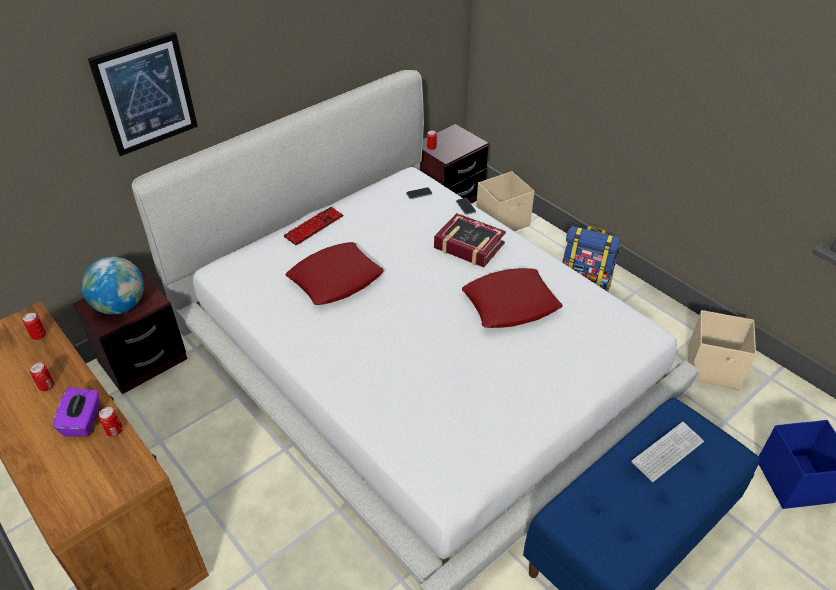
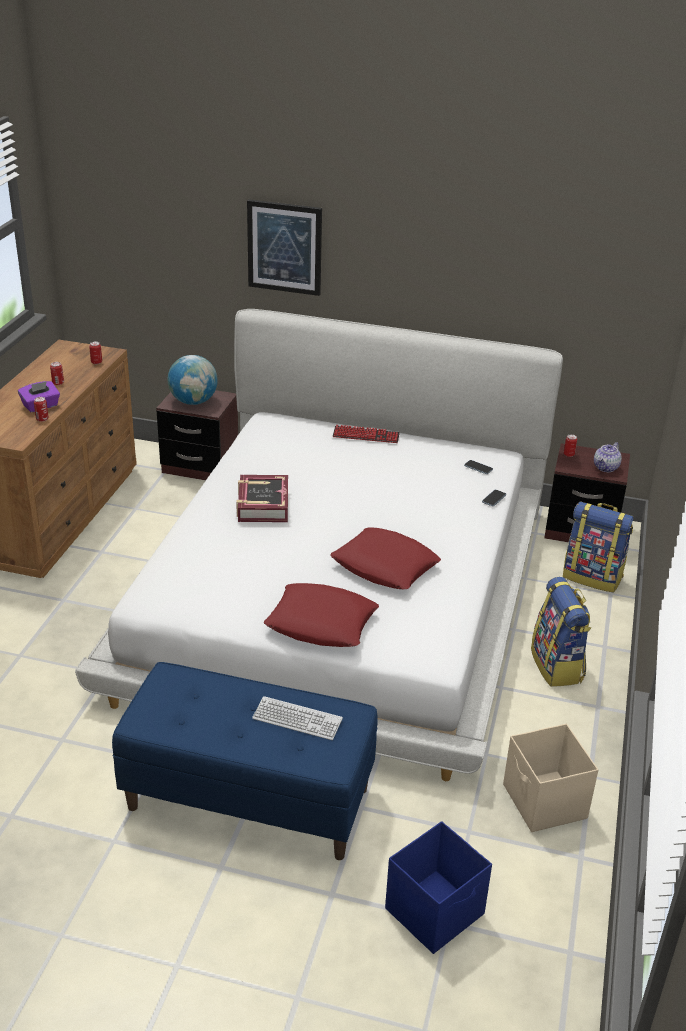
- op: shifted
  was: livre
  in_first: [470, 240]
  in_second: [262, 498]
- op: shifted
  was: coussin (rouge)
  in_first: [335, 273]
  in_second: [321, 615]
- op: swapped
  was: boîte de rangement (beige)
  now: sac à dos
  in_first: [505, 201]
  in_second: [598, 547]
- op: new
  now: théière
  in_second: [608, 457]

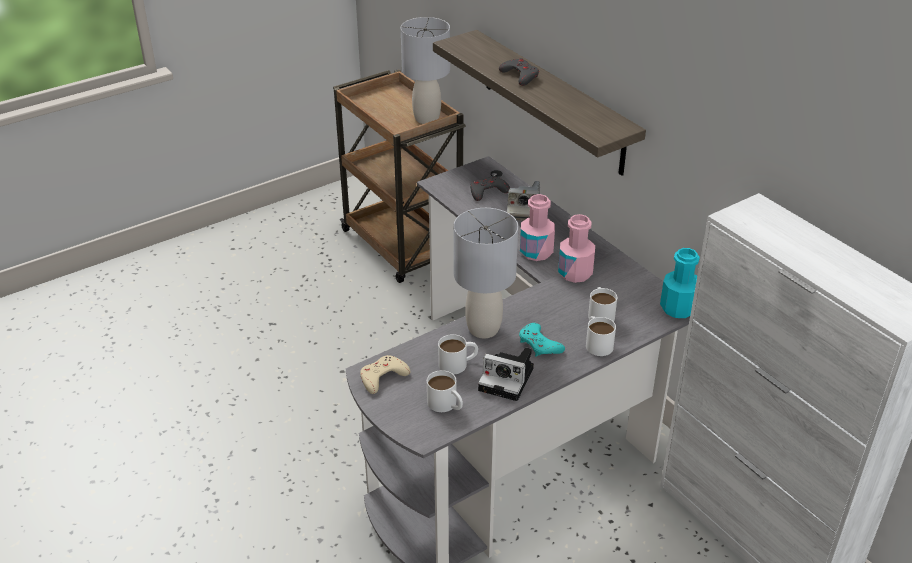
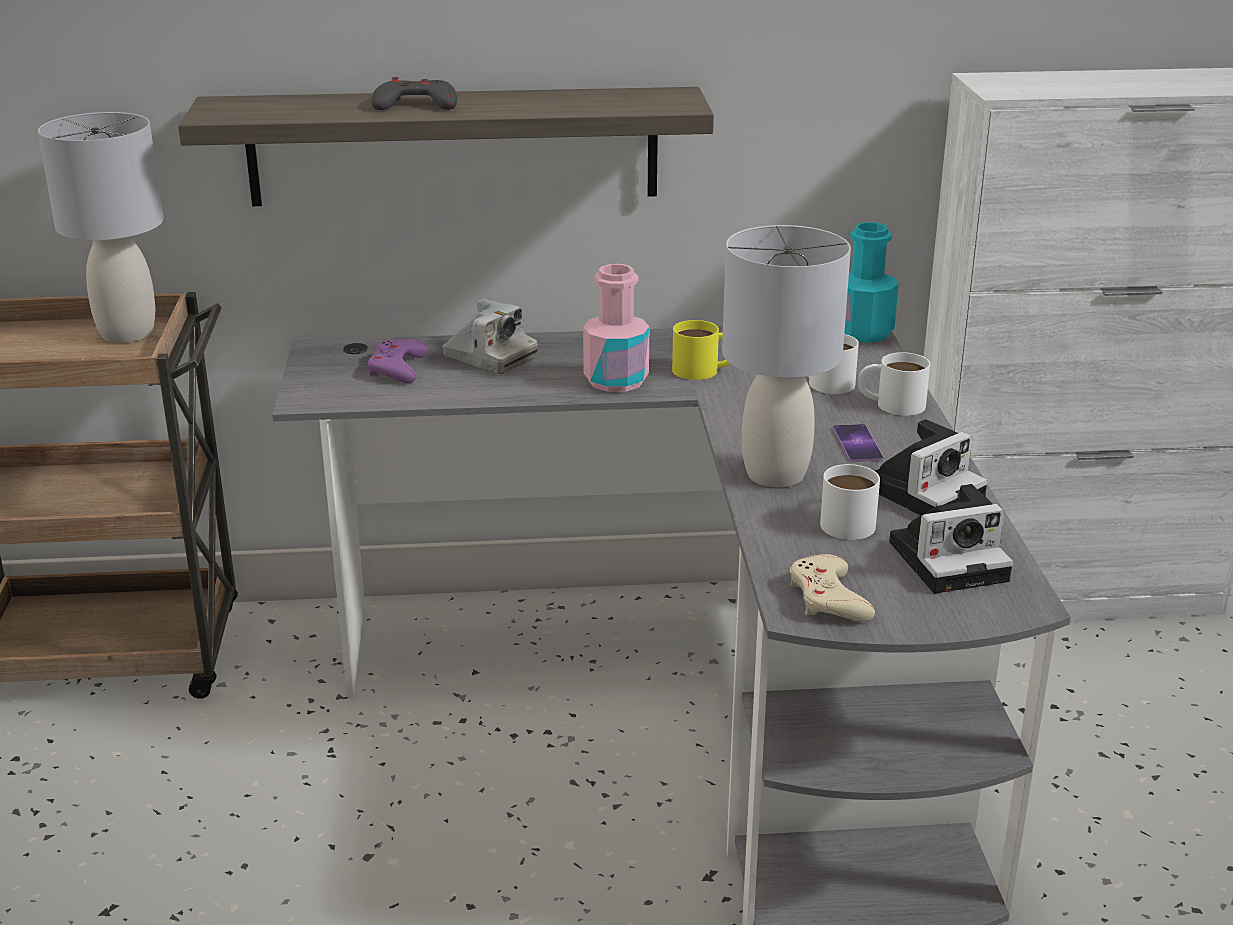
- op: repainted
  was: manette (gris)
  now: manette (violet)
  in_first: [490, 188]
  in_second: [398, 361]
- op: swapped
  was: bouteille (rose)
  now: mug (jaune)
  in_first: [576, 248]
  in_second: [701, 350]
- op: swapped
  was: manette (turquoise)
  now: téléphone
  in_first: [542, 340]
  in_second: [858, 443]
- op: swapped
  was: mug (blanc)
  now: appareil photo
  in_first: [445, 391]
  in_second: [951, 539]

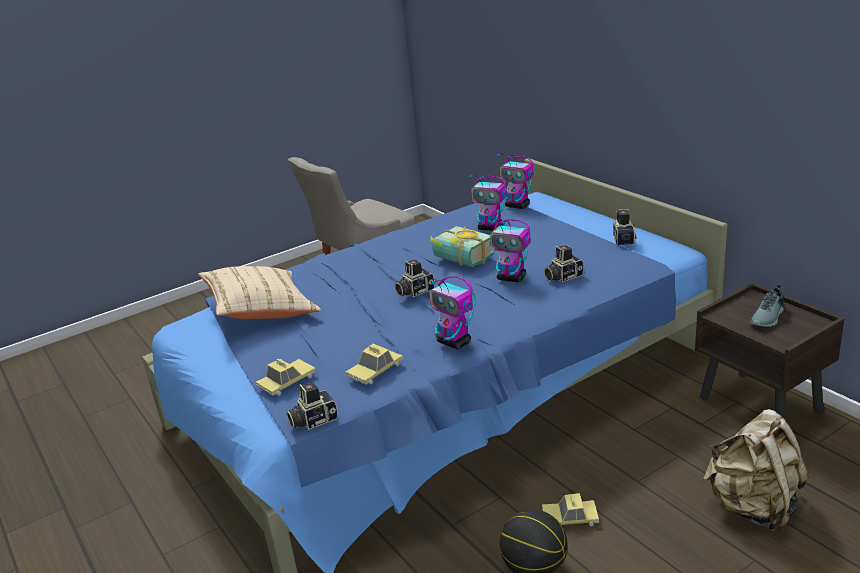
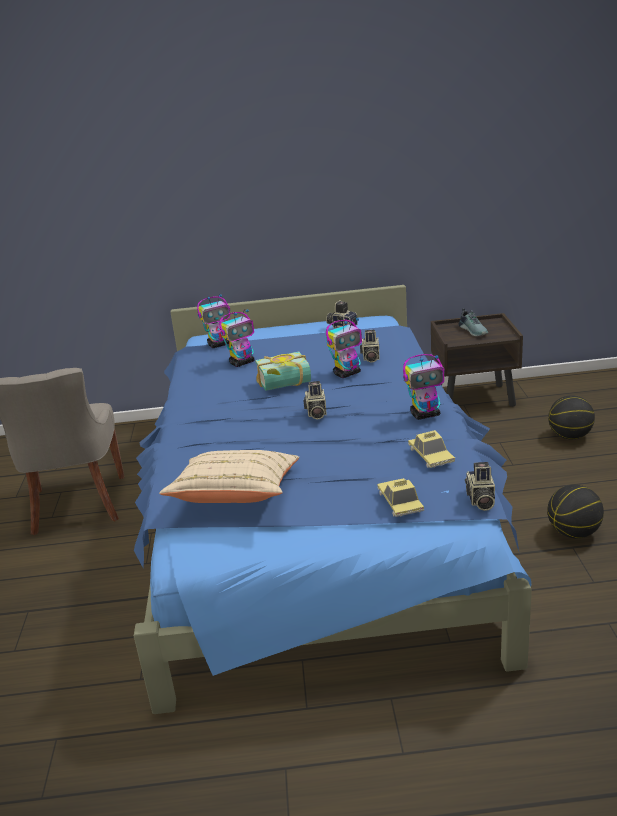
- op: swapped
  was: sac à dos (beige)
  now: ballon de basket
  in_first: [756, 470]
  in_second: [571, 417]
- op: gone
  was: petite voiture
  in_first: [570, 509]

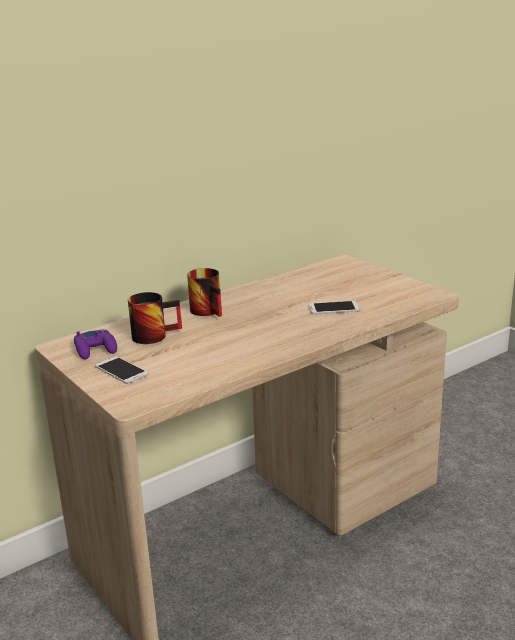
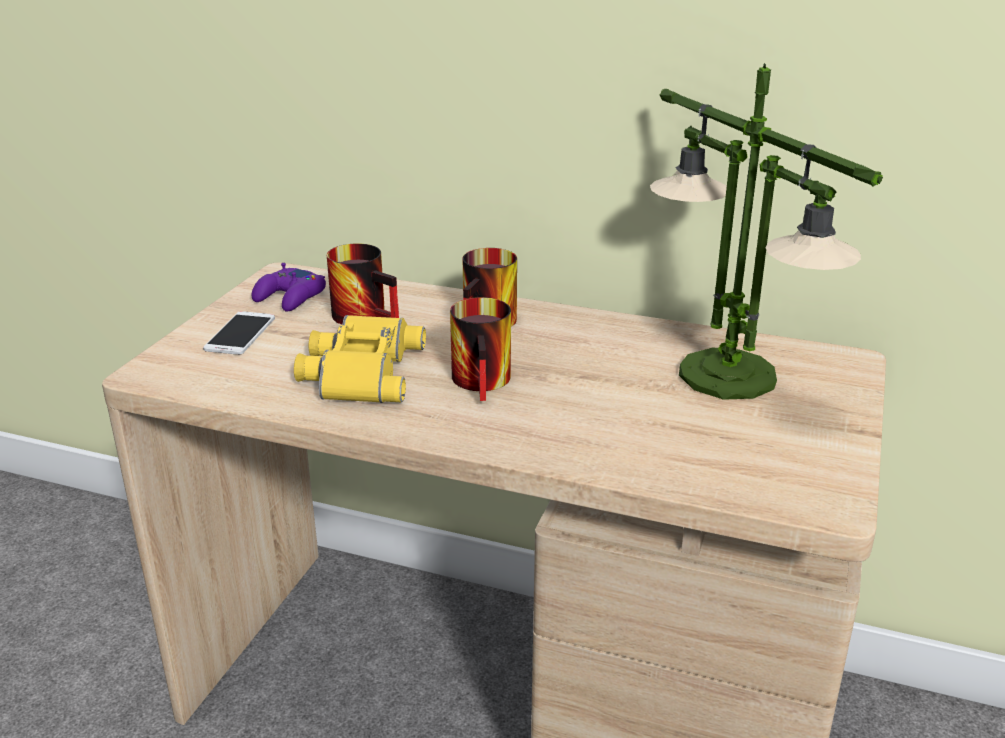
- op: new
  now: jumelles (jaune)
  in_second: [360, 359]
- op: new
  now: mug
  in_second: [480, 349]
- op: new
  now: lampe de table
  in_second: [766, 231]
- op: gone
  was: téléphone
  in_first: [334, 307]

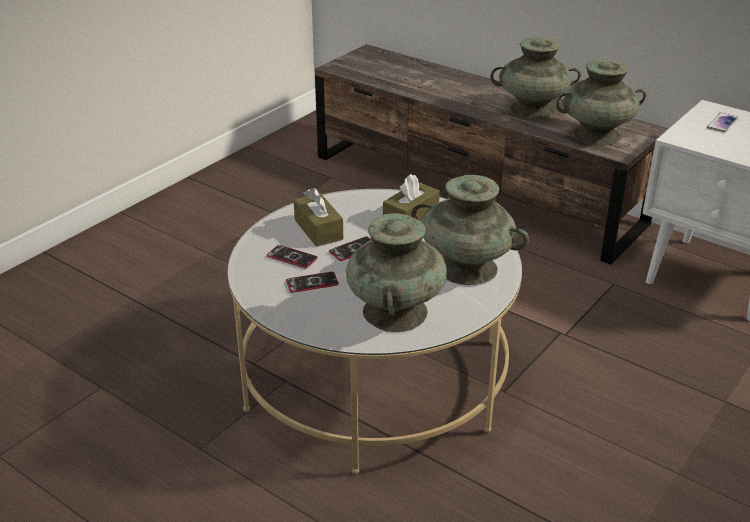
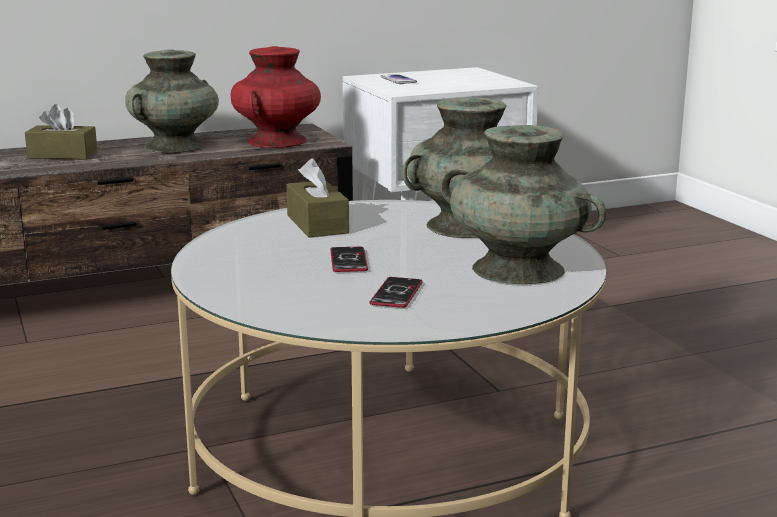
- op: shifted
  was: boîte à mouchoirs (marron)
  in_first: [318, 217]
  in_second: [61, 132]
- op: repainted
  was: vase (turquoise)
  now: vase (rouge)
  in_first: [601, 102]
  in_second: [276, 97]
- op: gone
  was: téléphone
  in_first: [292, 256]

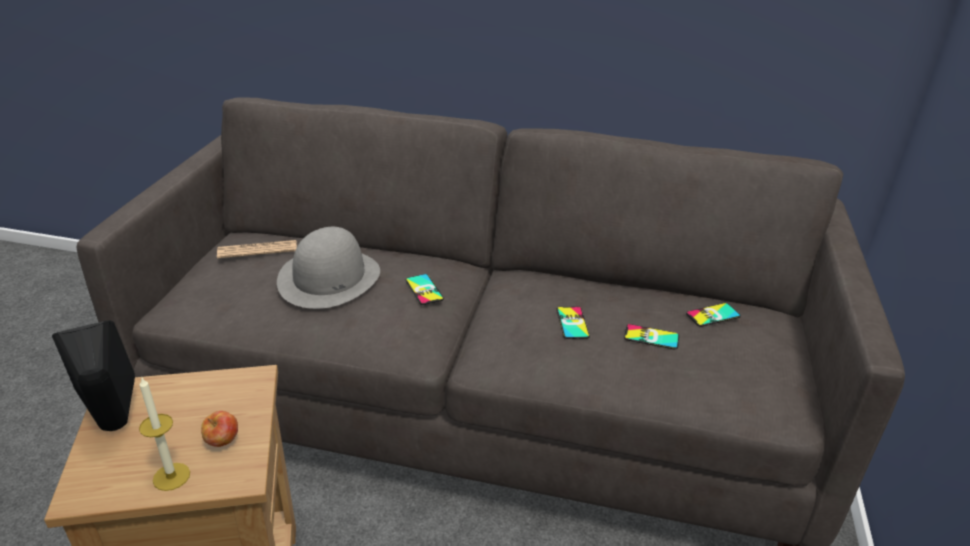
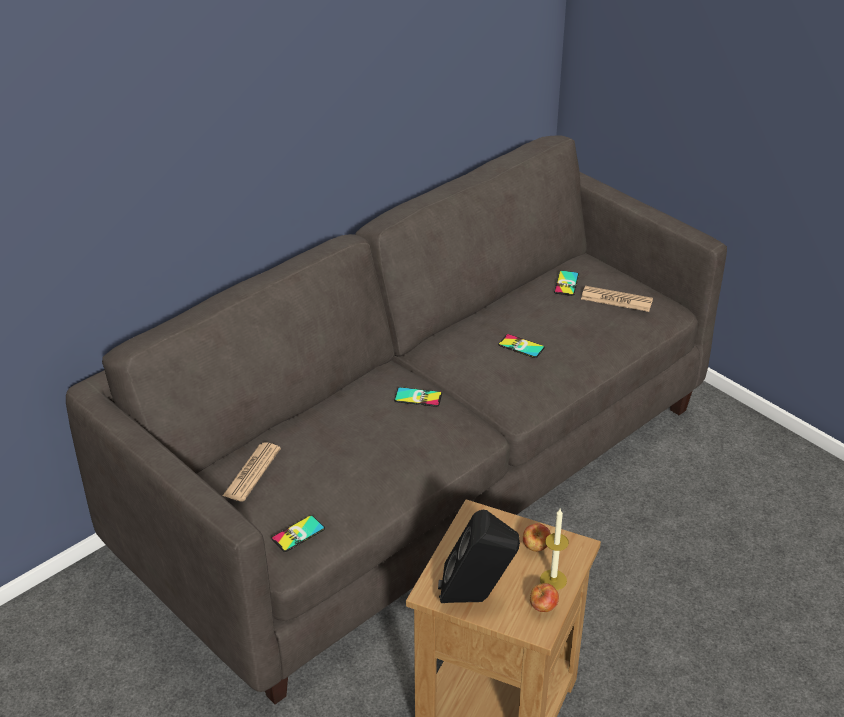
- op: shifted
  was: téléphone
  in_first: [651, 337]
  in_second: [298, 533]
- op: new
  now: pomme
  in_second: [544, 597]
- op: new
  now: journal
  in_second: [617, 299]
- op: gone
  was: chapeau (gris)
  in_first: [328, 268]

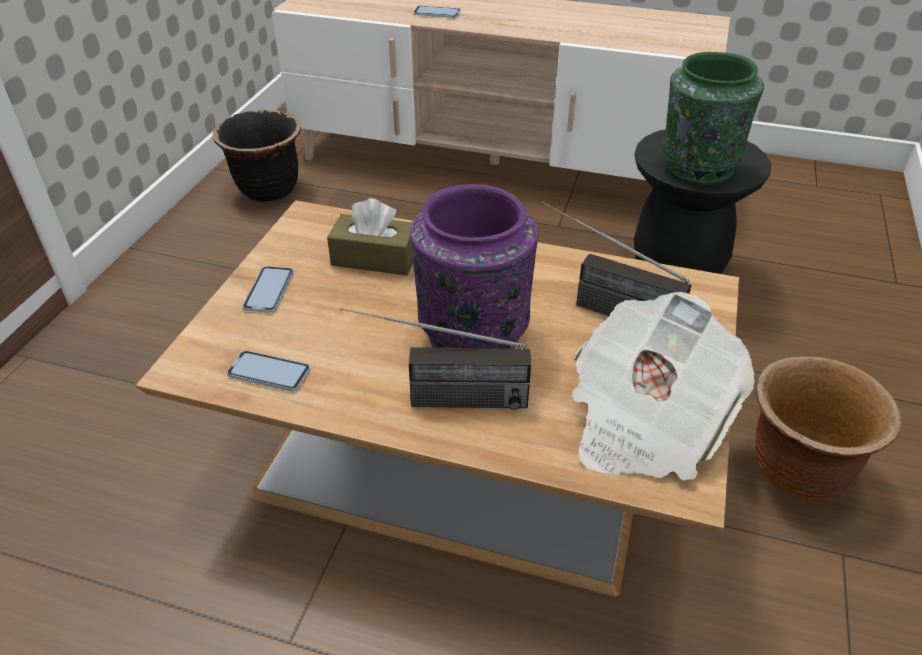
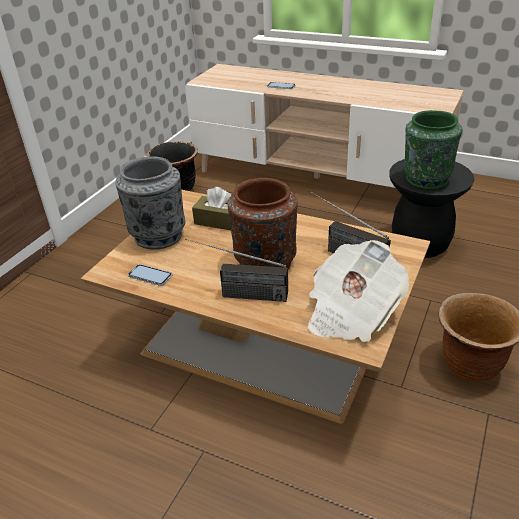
- op: swapped
  was: téléphone
  now: vase (gris)
  in_first: [268, 289]
  in_second: [150, 203]
- op: repainted
  was: vase (violet)
  now: vase (marron)
  in_first: [474, 266]
  in_second: [263, 224]

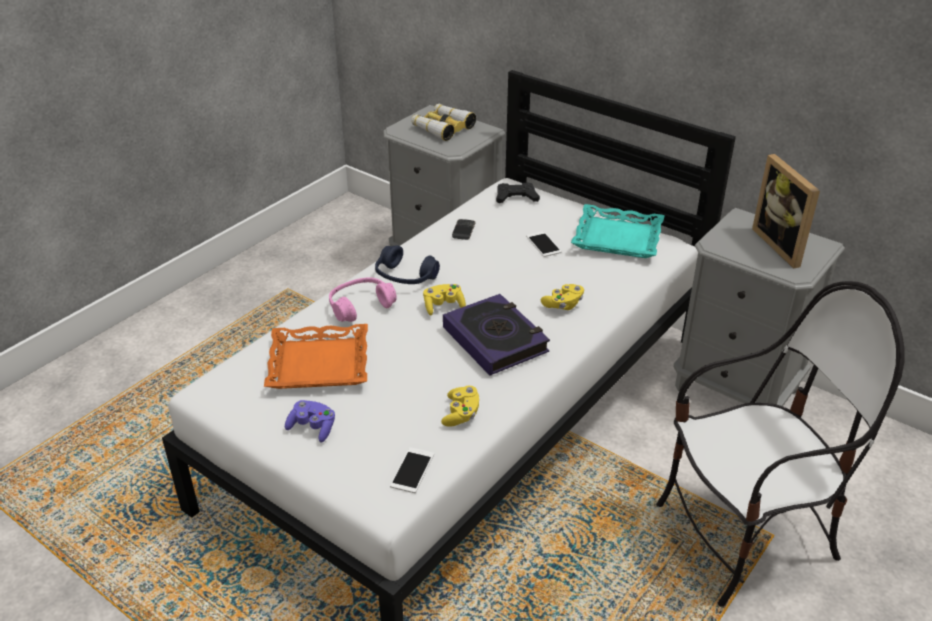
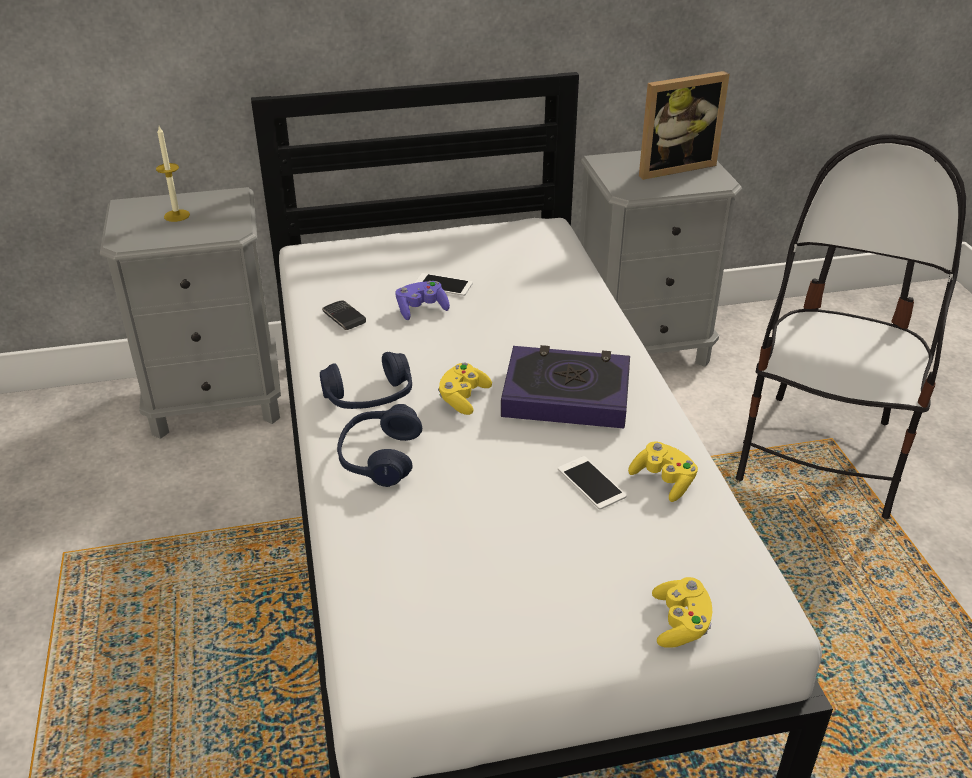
- op: swapped
  was: jumelles
  now: bougie
  in_first: [443, 122]
  in_second: [173, 174]
- op: repainted
  was: casque audio (rose)
  now: casque audio (bleu)
  in_first: [363, 299]
  in_second: [379, 445]
- op: shifted
  was: manette (violet)
  in_first: [310, 421]
  in_second: [422, 300]
- op: shifted
  was: téléphone
  in_first: [412, 470]
  in_second: [592, 482]
- op: rotated
  was: cadre photo
  in_first: [786, 211]
  in_second: [684, 125]
  clockwise: -45
- op: shifted
  was: manette (jaune)
  in_first: [562, 297]
  in_second: [682, 612]
- op: gone
  was: plateau (orange)
  in_first: [316, 356]
- op: gone
  was: manette (noir)
  in_first: [518, 192]
- op: gone
  was: plateau (turquoise)
  in_first: [618, 231]

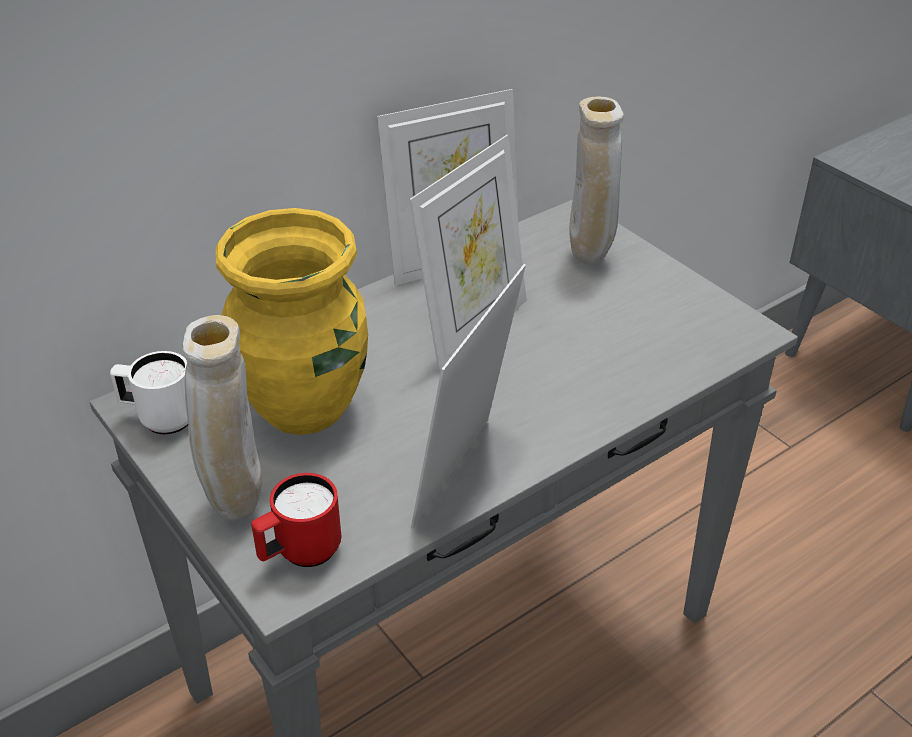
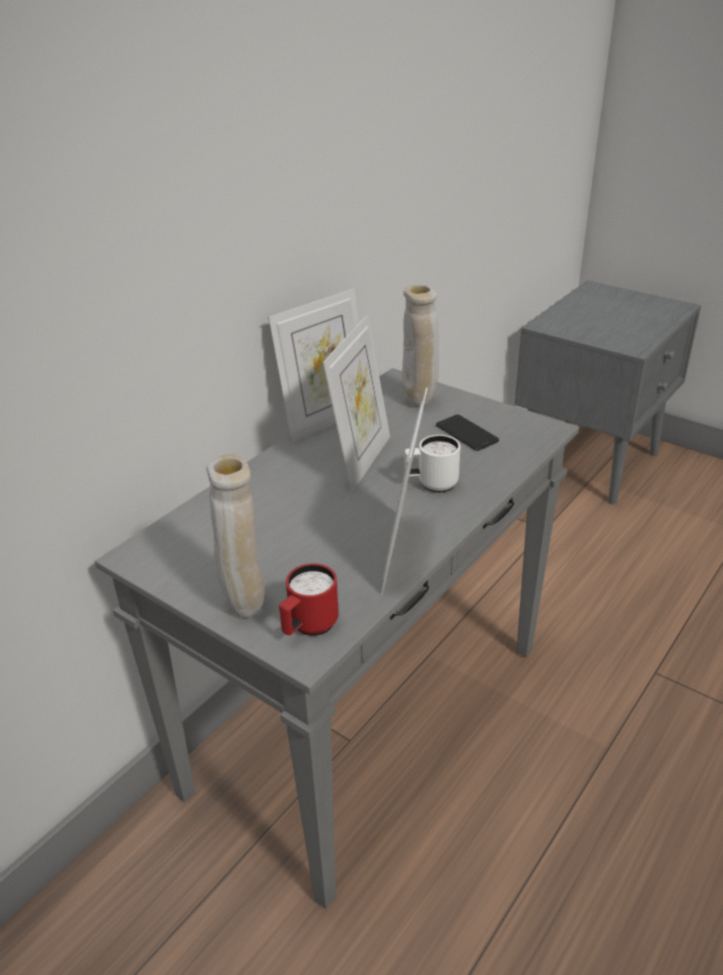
- op: shifted
  was: mug (blanc)
  in_first: [149, 392]
  in_second: [433, 464]
- op: new
  now: téléphone
  in_second: [467, 433]
- op: gone
  was: vase (jaune)
  in_first: [292, 321]

